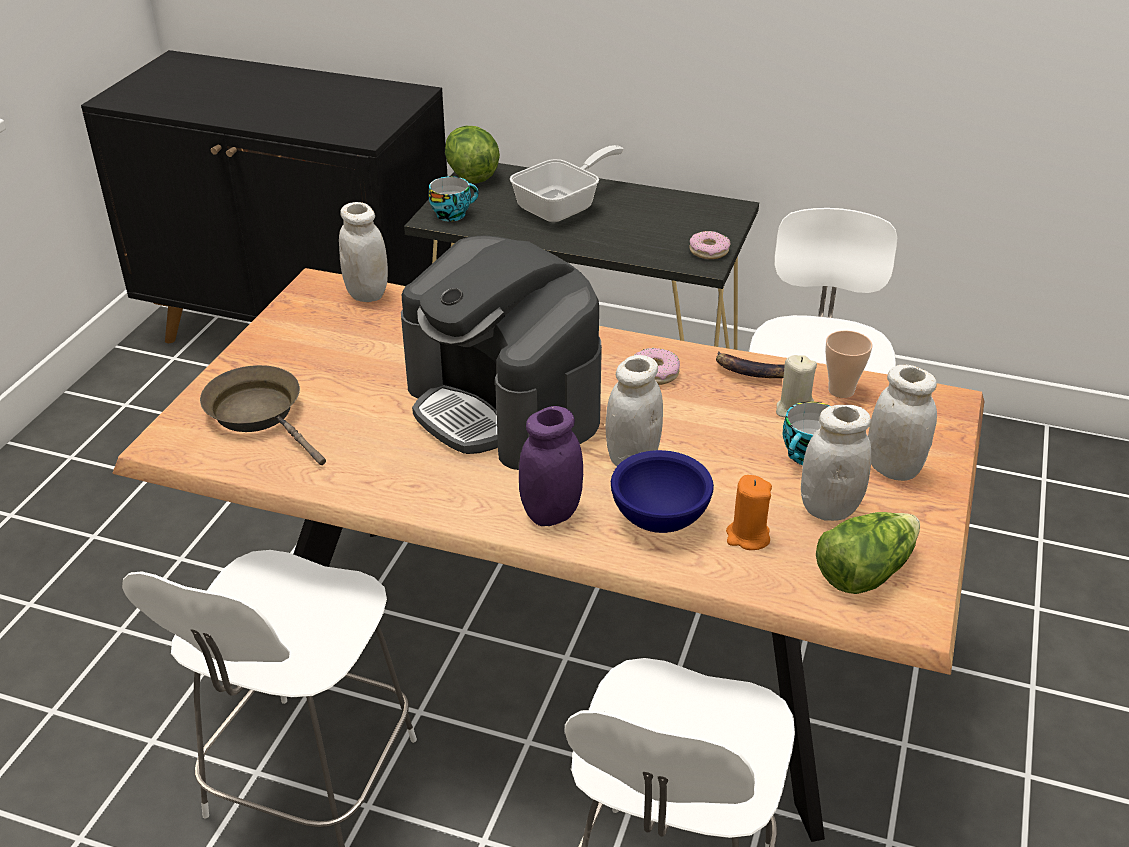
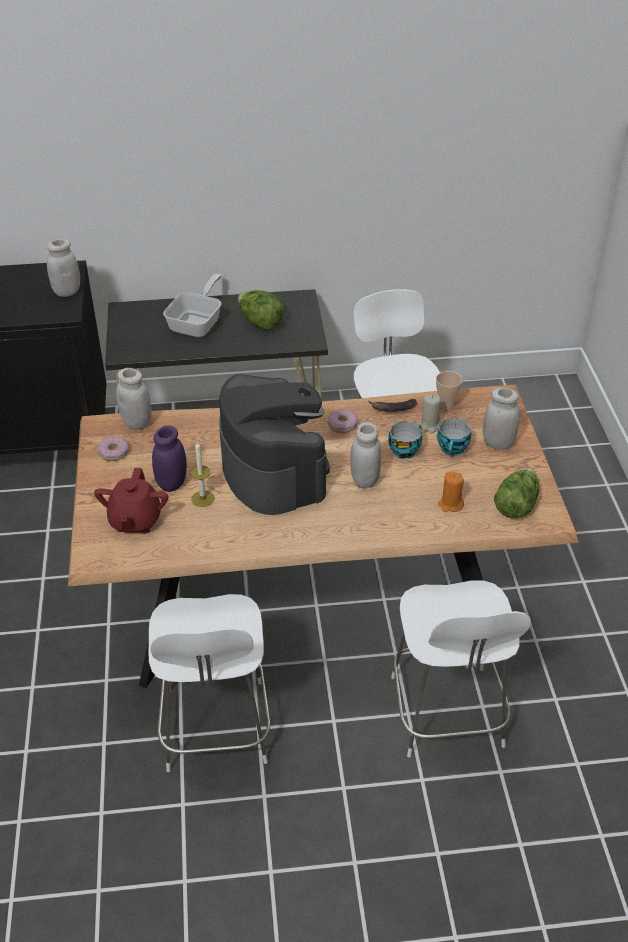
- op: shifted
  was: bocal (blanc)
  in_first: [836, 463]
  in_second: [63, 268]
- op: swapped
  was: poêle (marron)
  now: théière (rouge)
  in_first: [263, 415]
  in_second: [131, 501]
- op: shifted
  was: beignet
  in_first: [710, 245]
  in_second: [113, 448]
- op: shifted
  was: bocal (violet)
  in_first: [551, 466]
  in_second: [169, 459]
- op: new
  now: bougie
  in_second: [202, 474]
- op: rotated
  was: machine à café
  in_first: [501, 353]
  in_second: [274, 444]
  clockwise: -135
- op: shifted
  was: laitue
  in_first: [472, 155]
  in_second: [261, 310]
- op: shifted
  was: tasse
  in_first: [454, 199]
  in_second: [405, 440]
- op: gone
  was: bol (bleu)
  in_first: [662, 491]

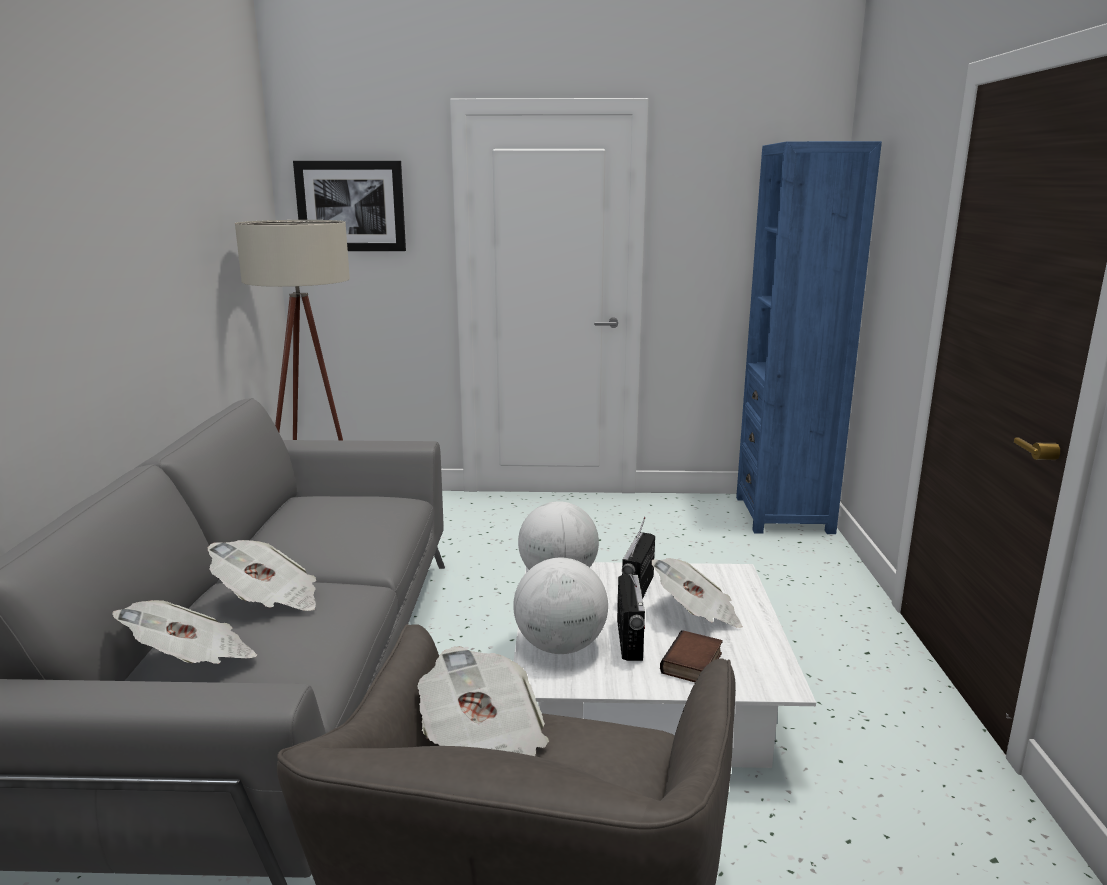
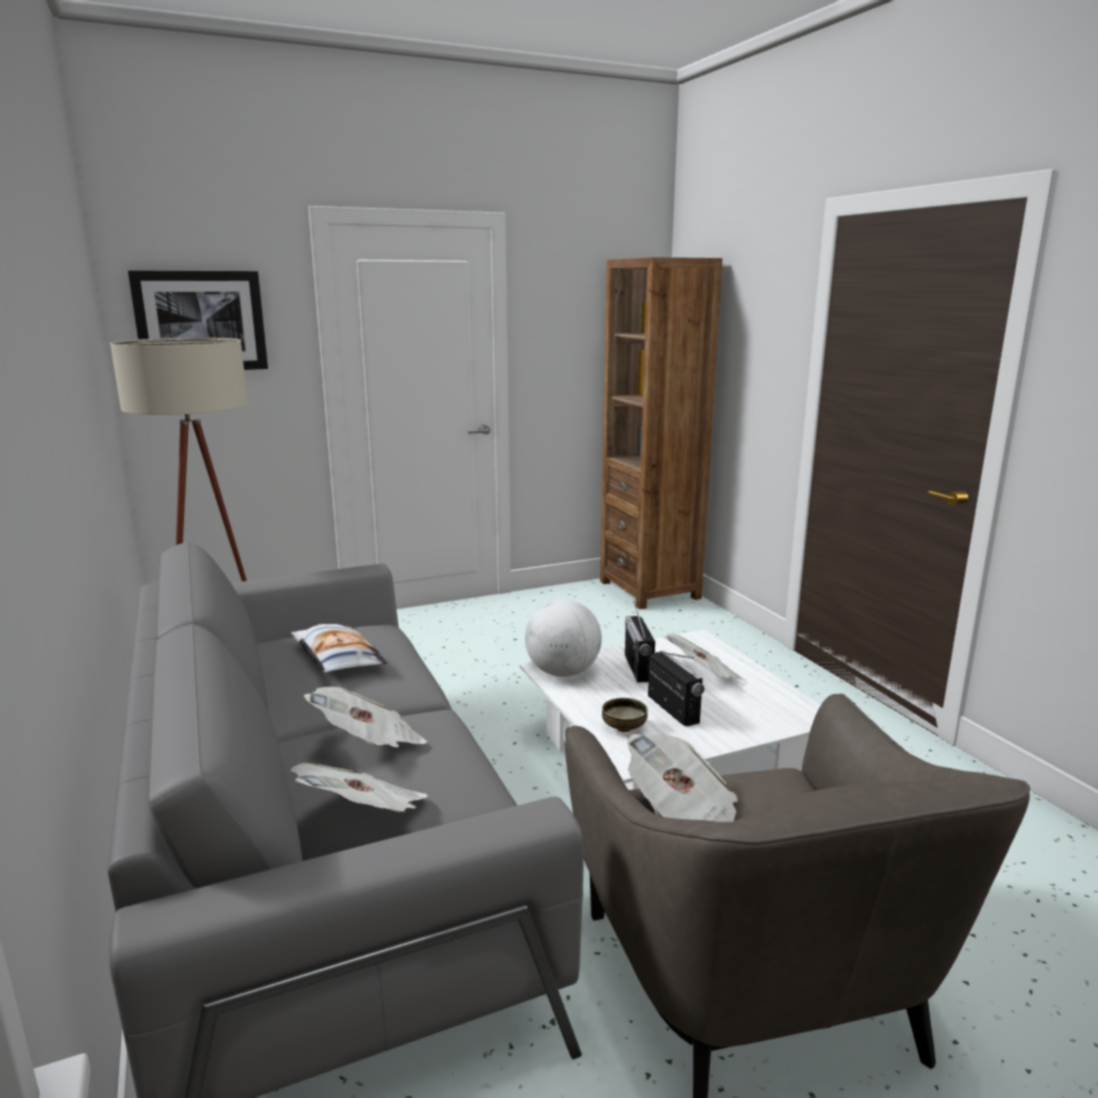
- op: new
  now: coussin
  in_second: [339, 648]
- op: repainted
  was: bibliothèque (bleu)
  now: bibliothèque (marron)
  in_first: [809, 337]
  in_second: [661, 433]
- op: swapped
  was: globe
  now: bol
  in_first: [560, 606]
  in_second: [625, 715]
- op: gone
  was: livre
  in_first: [691, 656]

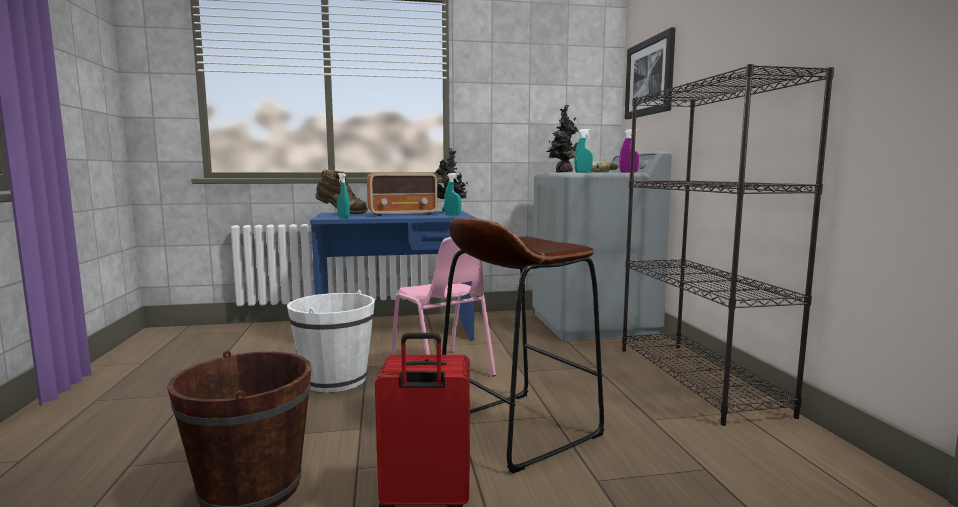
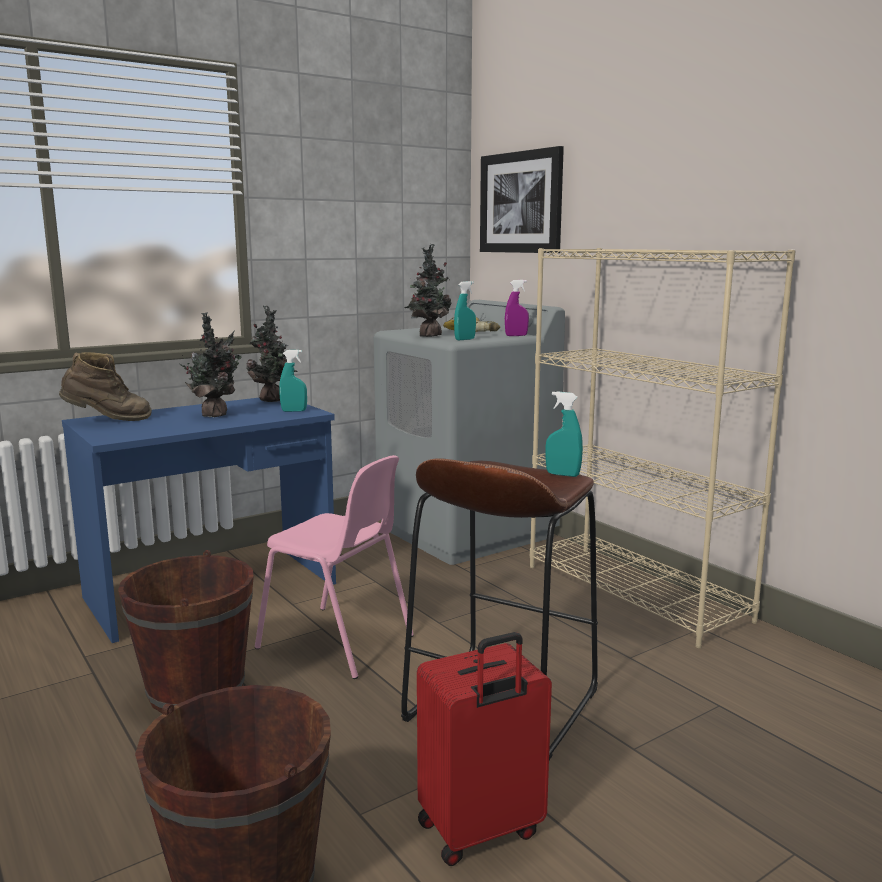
- op: repainted
  was: seau (blanc)
  now: seau (marron)
  in_first: [331, 341]
  in_second: [186, 631]
- op: swapped
  was: radio
  now: plante en pot
  in_first: [402, 194]
  in_second: [210, 364]
- op: repainted
  was: bibliothèque (noir)
  now: bibliothèque (beige)
  in_first: [728, 245]
  in_second: [663, 448]
- op: shifted
  was: vaporisateur (turquoise)
  in_first: [343, 195]
  in_second: [564, 434]

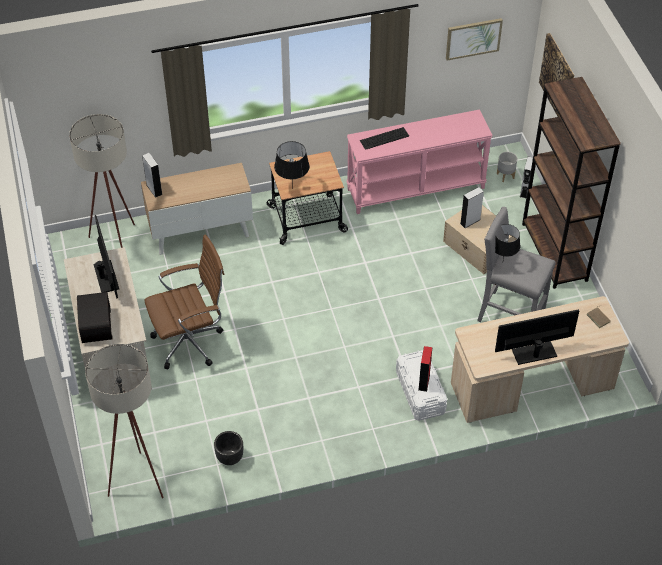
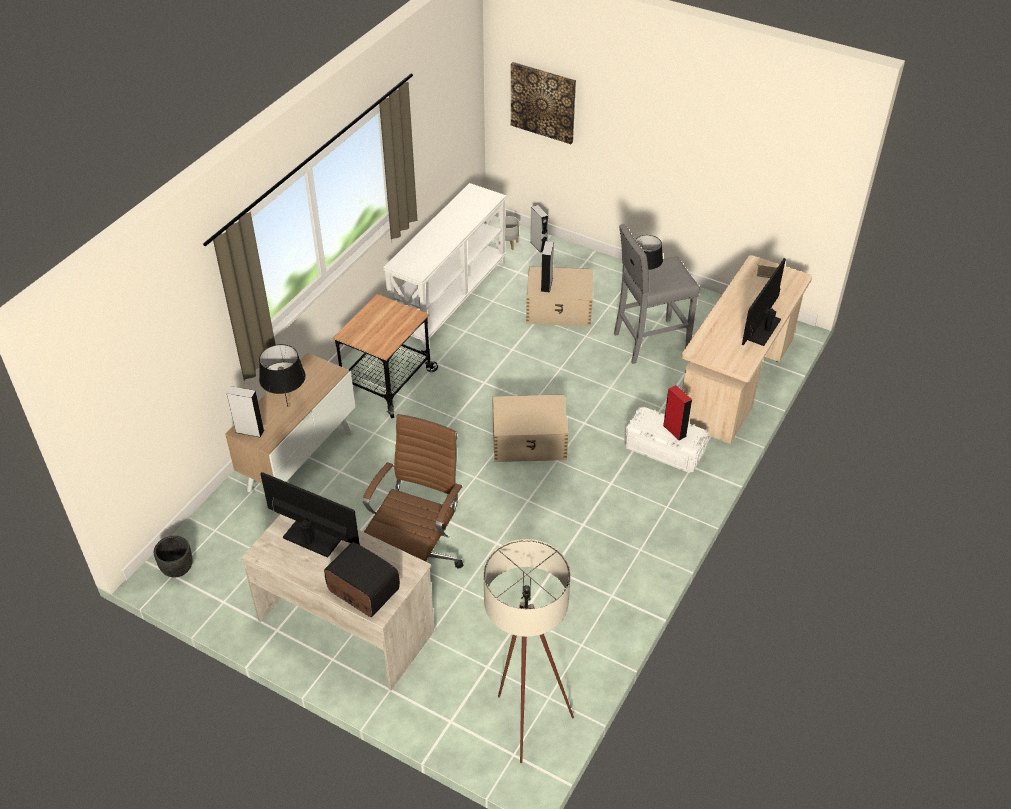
- op: shifted
  was: cache-pot (noir)
  in_first: [228, 448]
  in_second: [173, 556]
- op: shifted
  was: lampe de table (noir)
  in_first: [291, 165]
  in_second: [282, 375]
- op: repainted
  was: table console (rose)
  now: table console (blanc)
  in_first: [419, 161]
  in_second: [444, 266]
- op: new
  now: boîte de rangement (beige)
  in_second: [530, 428]
- op: gone
  was: lampadaire (beige)
  in_first: [102, 181]
- op: gone
  was: clavier
  in_first: [384, 138]
- op: gone
  was: tableau
  in_first: [474, 39]
- op: gone
  was: bibliothèque (marron)
  in_first: [571, 183]

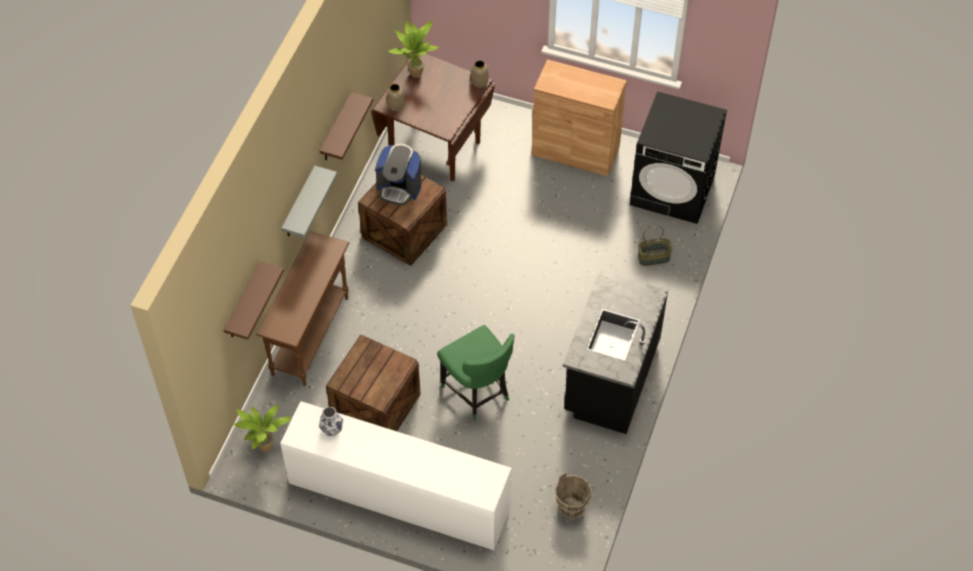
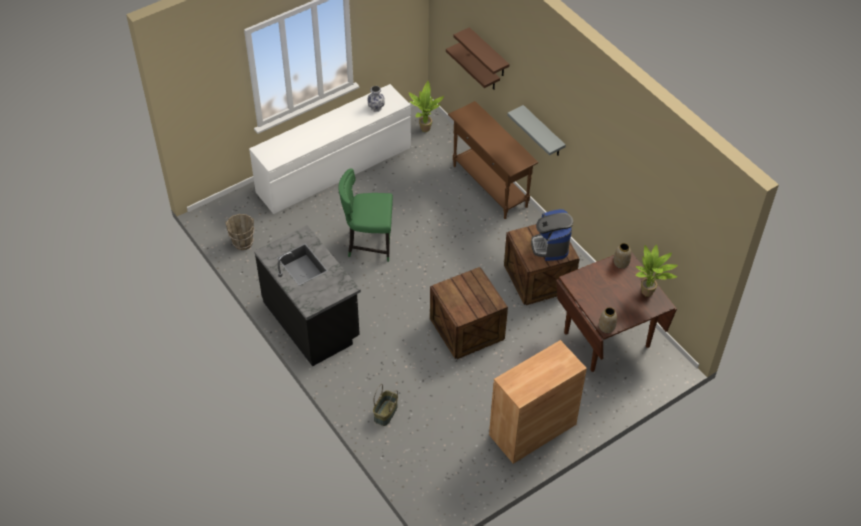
- op: shifted
  was: caisse
  in_first: [373, 383]
  in_second: [469, 313]
- op: shifted
  was: étagère (marron)
  in_first: [346, 126]
  in_second: [481, 51]
- op: rotated
  was: machine à café
  in_first: [398, 174]
  in_second: [552, 235]
  clockwise: -60
- op: gone
  was: lave-linge (noir)
  in_first: [678, 157]

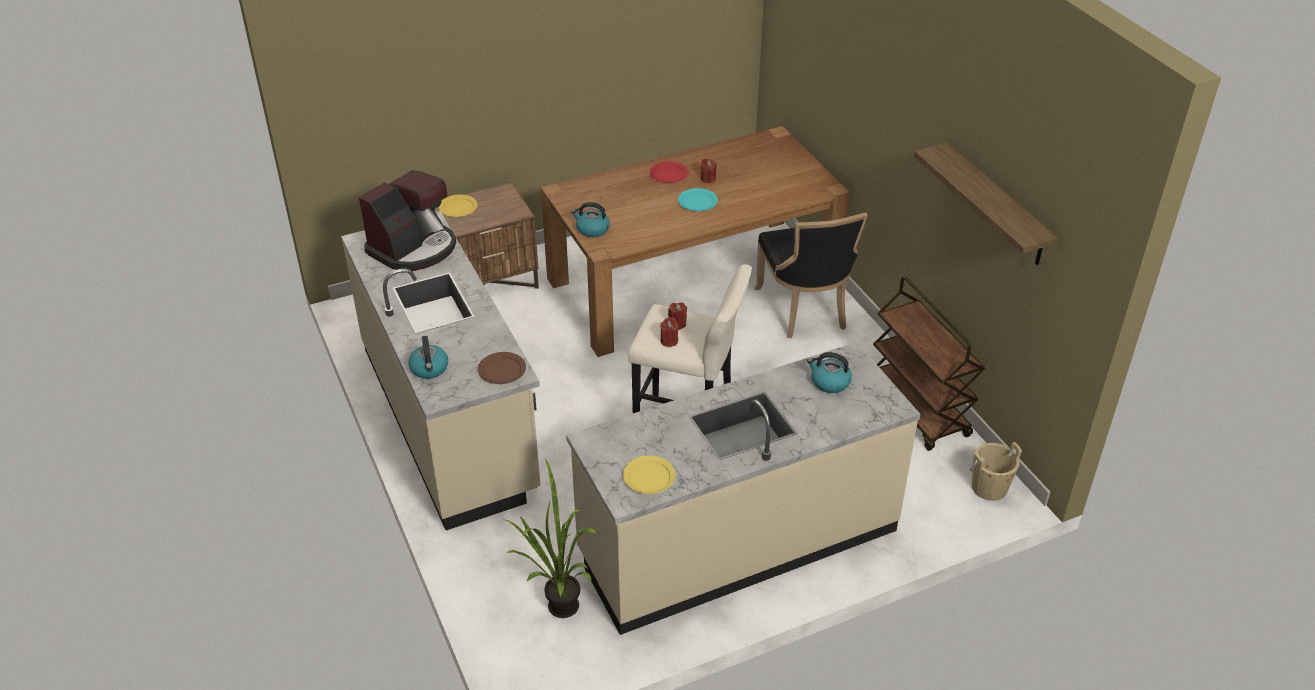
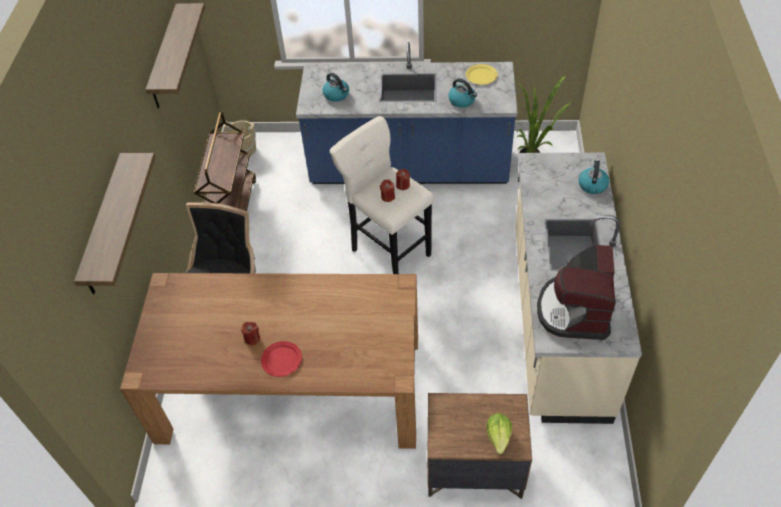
- op: new
  now: étagère
  in_second: [115, 223]
- op: repainted
  was: comptoir de cuisine (beige)
  now: comptoir de cuisine (bleu)
  in_first: [743, 488]
  in_second: [406, 113]
- op: shifted
  was: bouilloire
  in_first: [590, 219]
  in_second: [463, 92]
- op: swapped
  was: assiette (jaune)
  now: laitue
  in_first: [458, 206]
  in_second: [499, 433]
- op: rotated
  was: machine à café
  in_first: [407, 220]
  in_second: [576, 292]
  clockwise: -60
- op: gone
  was: assiette (marron)
  in_first: [502, 368]
- op: gone
  was: assiette (turquoise)
  in_first: [698, 199]

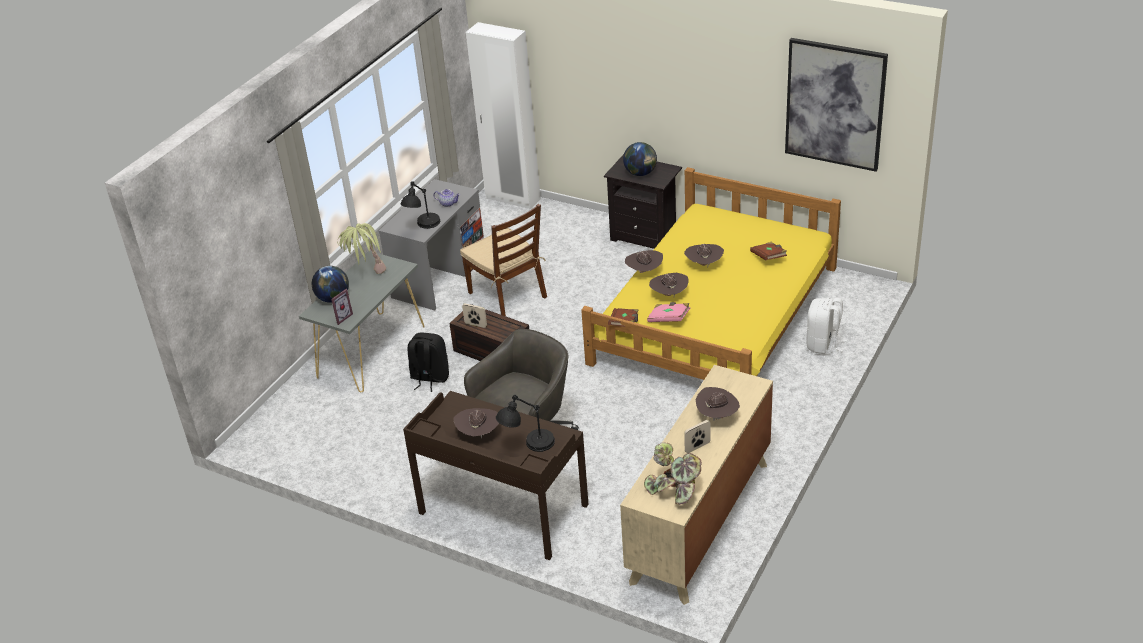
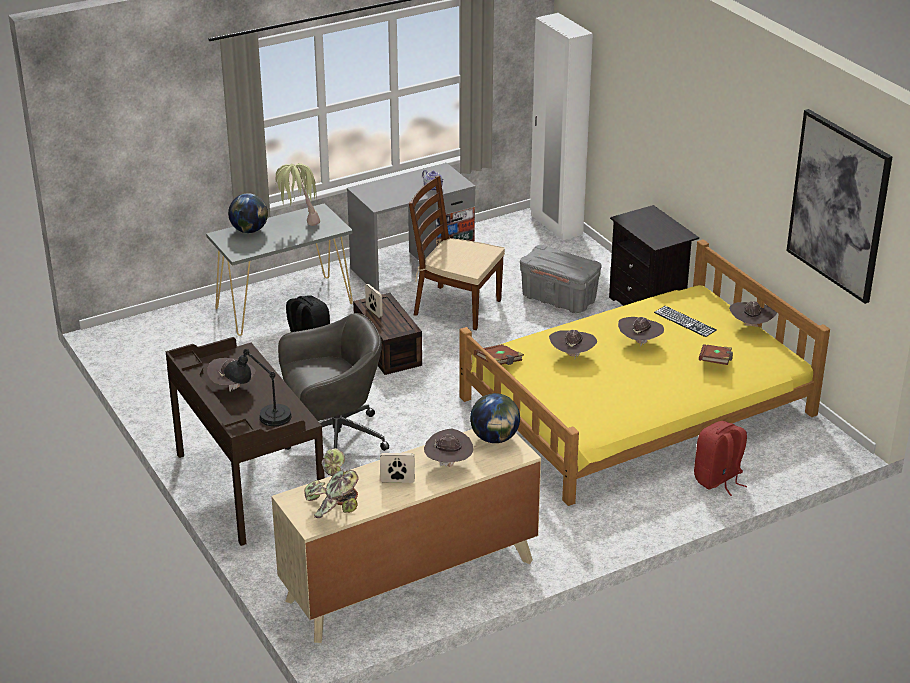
- op: rotated
  was: chaise (marron)
  in_first: [503, 260]
  in_second: [457, 252]
  clockwise: 120
- op: shifted
  was: globe
  in_first: [640, 159]
  in_second: [495, 418]
- op: new
  now: boîte de rangement (gris)
  in_second: [561, 279]
- op: new
  now: clavier
  in_second: [685, 321]
- op: repainted
  was: sac à dos (blanc)
  now: sac à dos (rouge)
  in_first: [826, 326]
  in_second: [720, 458]
- op: shifted
  was: chapeau (marron)
  in_first: [644, 261]
  in_second: [753, 314]
- op: gone
  was: cadre photo
  in_first: [342, 307]
- op: gone
  was: lampe de table (noir)
  in_first: [420, 205]
- op: gone
  was: livre (rose)
  in_first: [668, 312]

